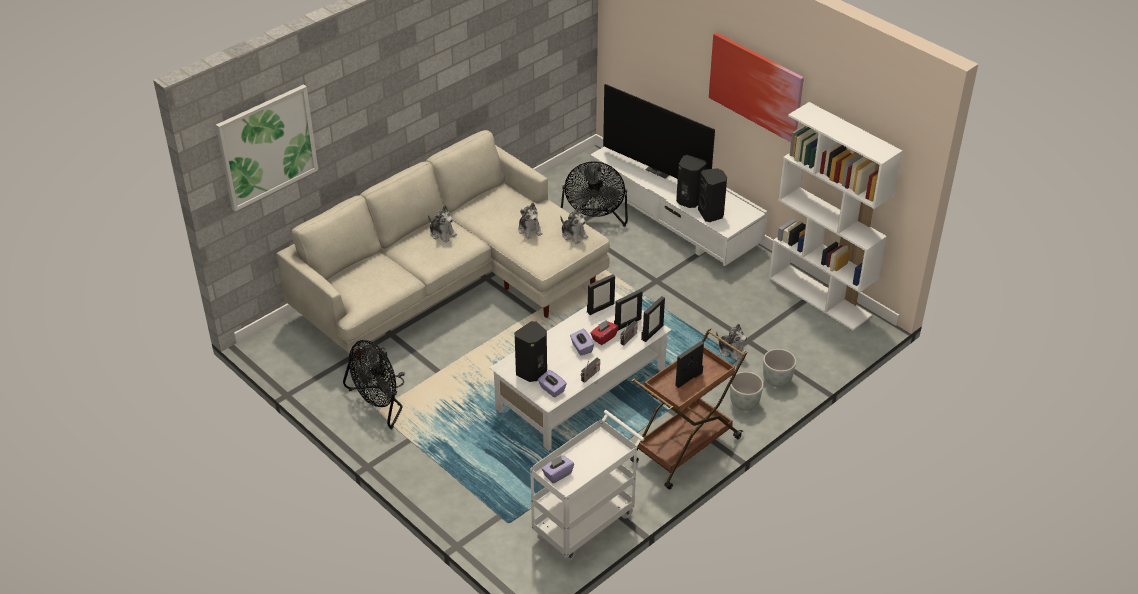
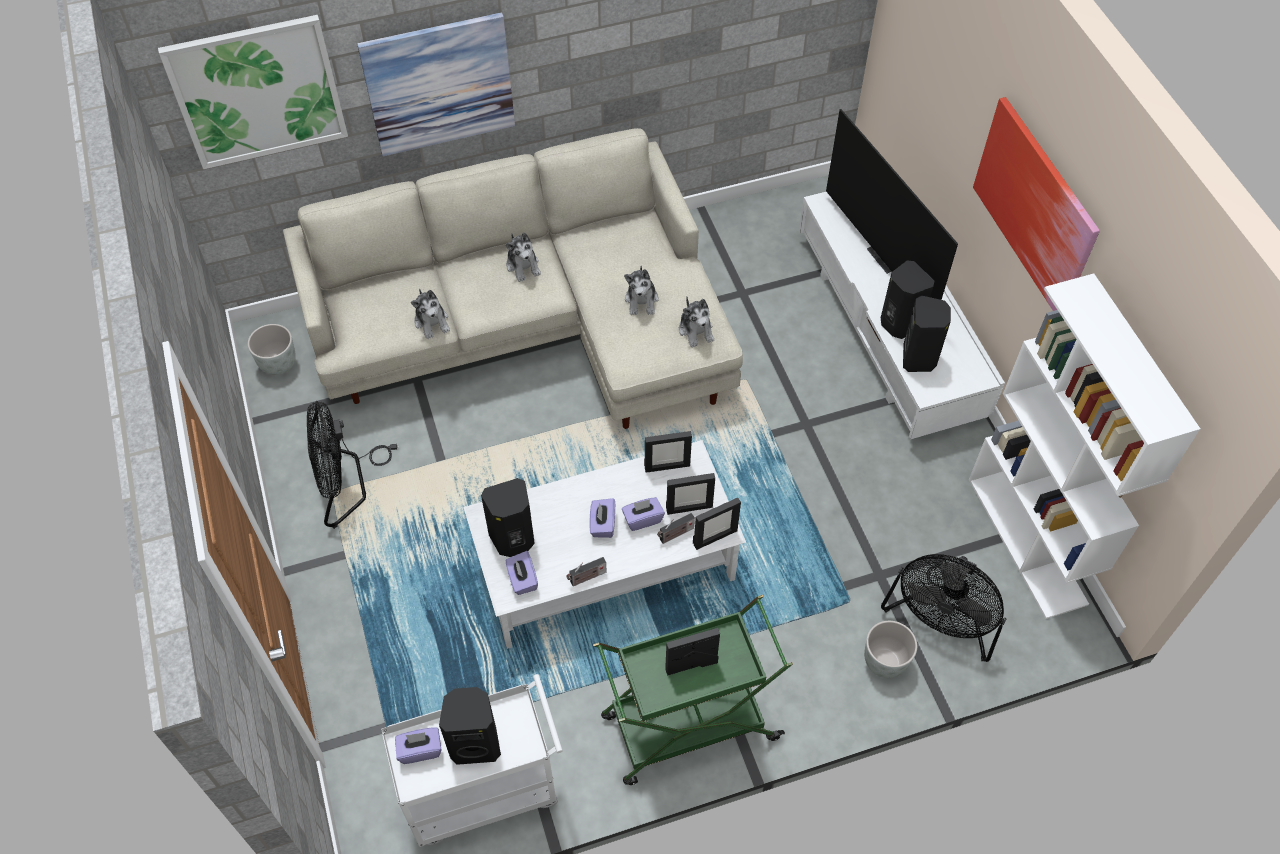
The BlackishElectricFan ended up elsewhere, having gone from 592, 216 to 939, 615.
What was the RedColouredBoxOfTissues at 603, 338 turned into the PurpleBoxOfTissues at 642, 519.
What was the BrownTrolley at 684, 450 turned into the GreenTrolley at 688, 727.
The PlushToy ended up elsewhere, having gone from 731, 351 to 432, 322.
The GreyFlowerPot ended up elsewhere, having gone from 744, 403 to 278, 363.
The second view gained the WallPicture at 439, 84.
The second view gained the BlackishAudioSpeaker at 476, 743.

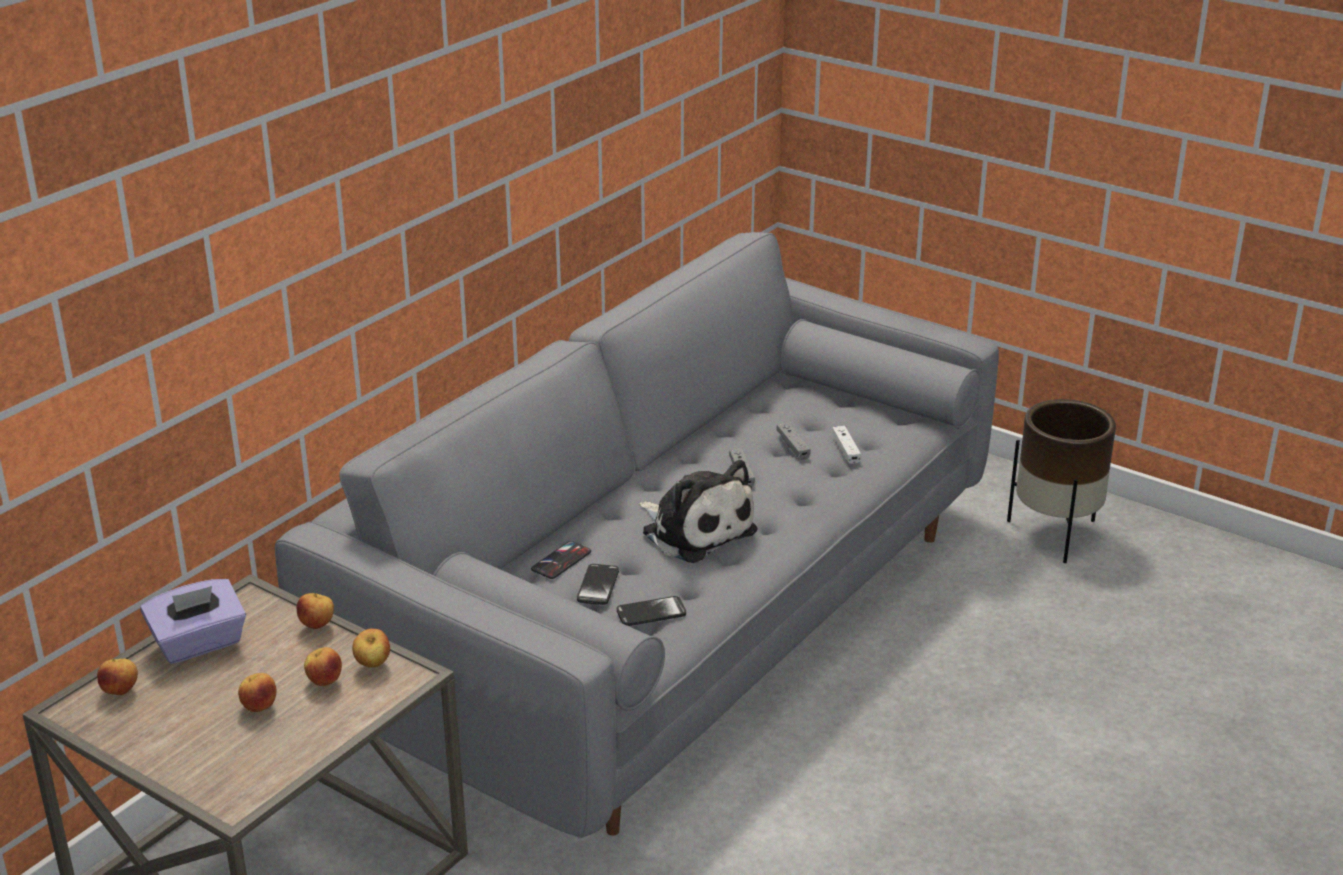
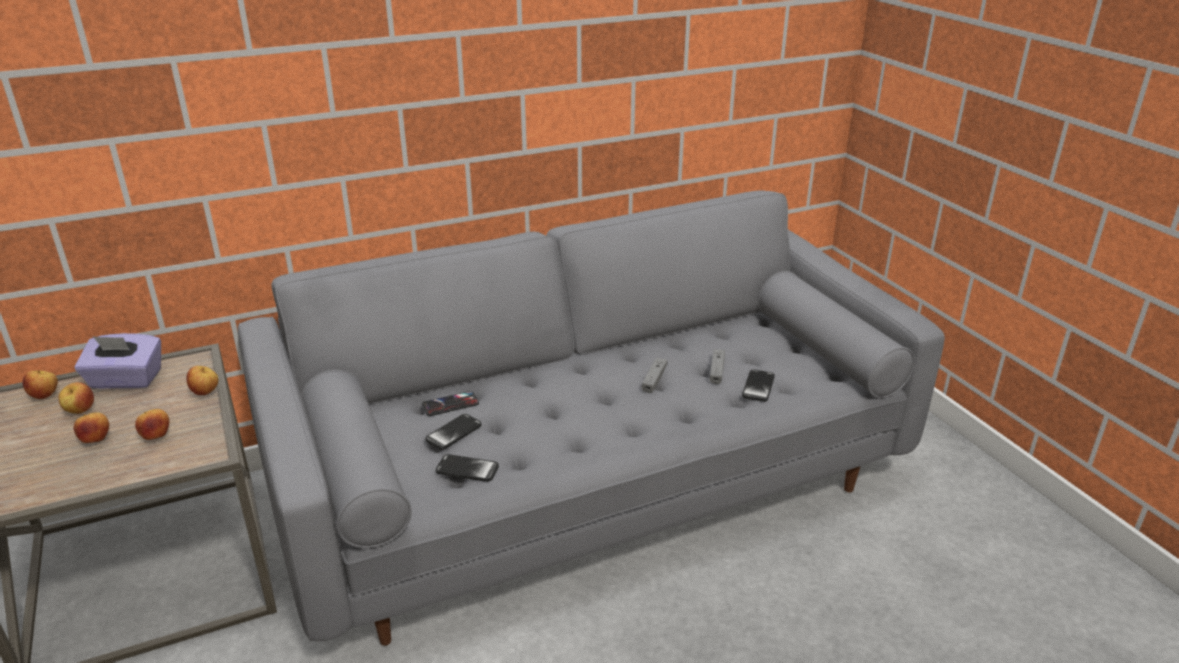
The WholeApple ended up elsewhere, having gone from 373, 664 to 80, 411.
The second view lost the PlushToy at 695, 530.
Where the WhiteColouredGameController stood at 846, 450, the Telephone came to stand at 758, 386.
The second view lost the BrownFlowerPot at 1056, 534.

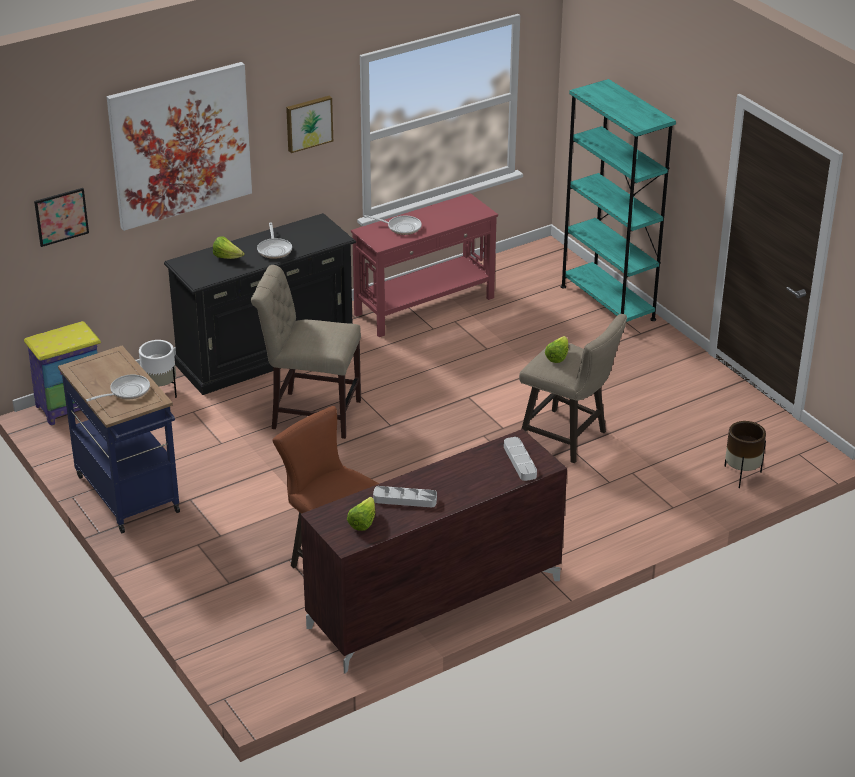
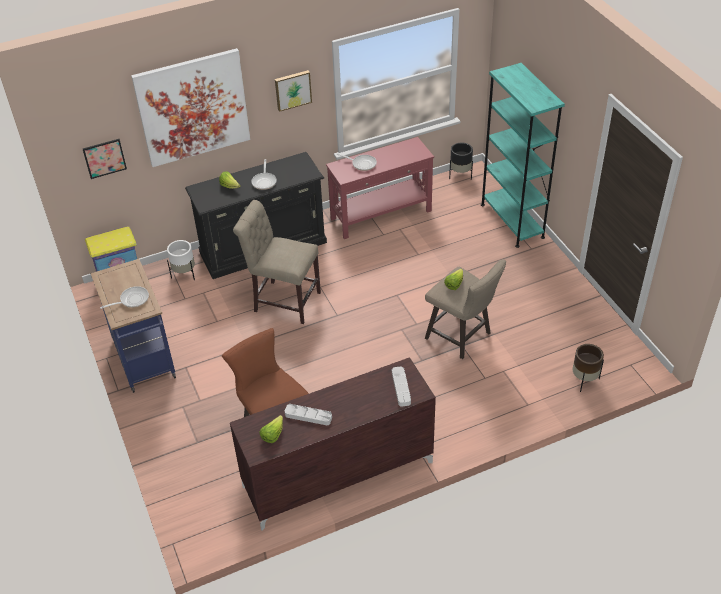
The second view gained the BlackishFlowerPot at 460, 175.

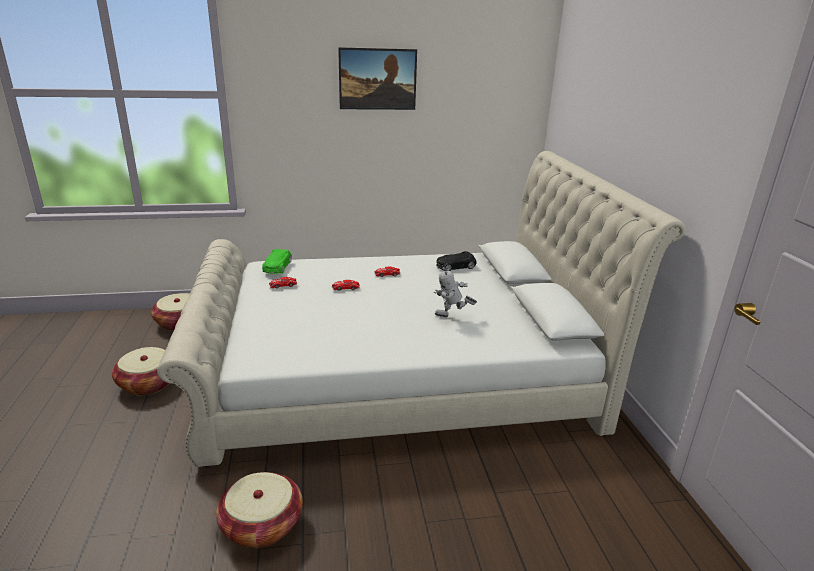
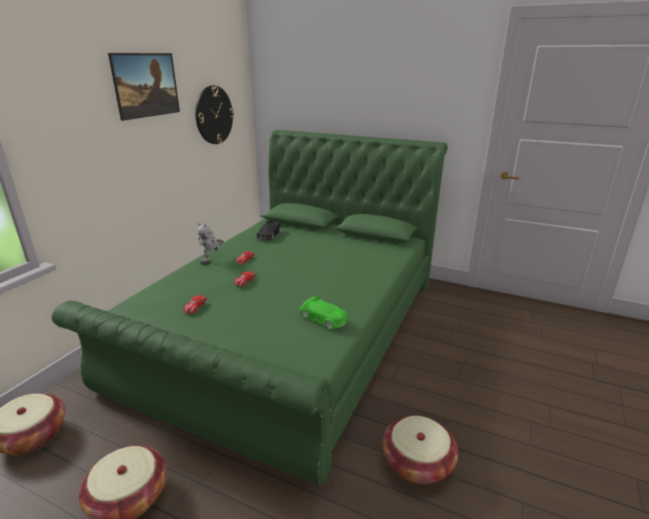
What was the SandColouredSleepingBed at 398, 368 turned into the GreenSleepingBed at 292, 328.
The GreenMiniatureCar ended up elsewhere, having gone from 277, 267 to 324, 318.
The ToyRobot ended up elsewhere, having gone from 452, 317 to 212, 260.
The second view gained the HangingClock at 214, 115.

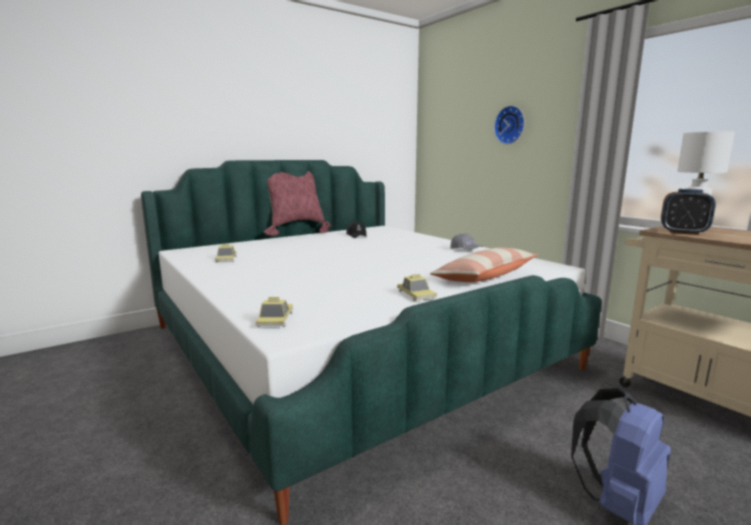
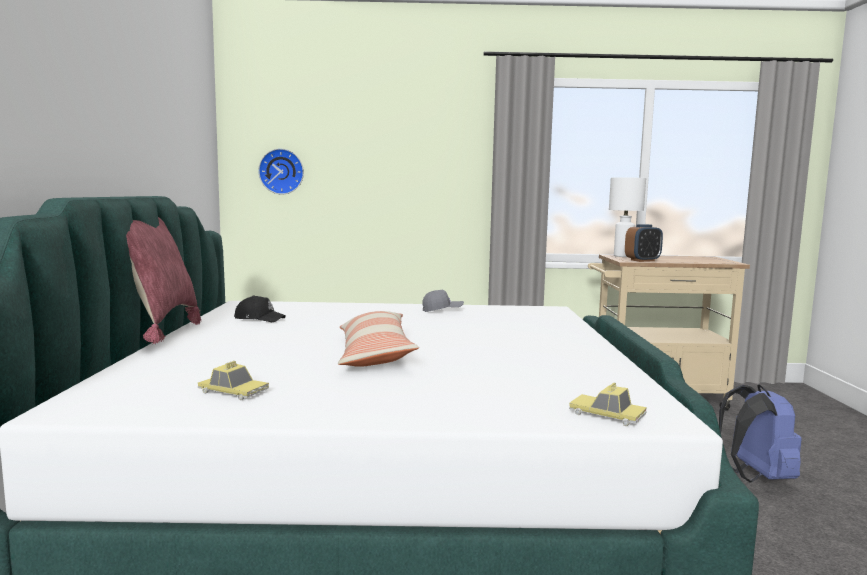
The second view lost the MiniatureCar at 416, 295.
The Cushion ended up elsewhere, having gone from 485, 277 to 374, 353.
The HangingClock ended up elsewhere, having gone from 510, 125 to 282, 171.

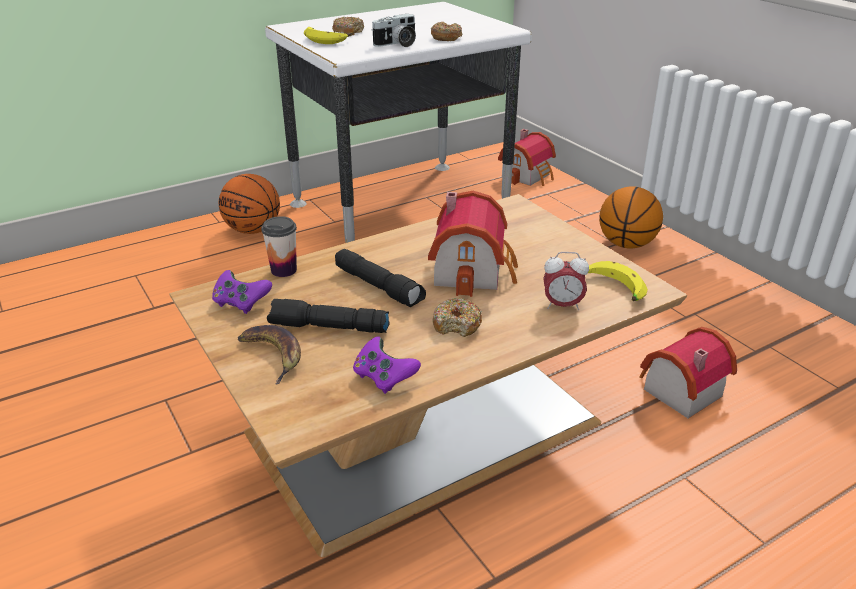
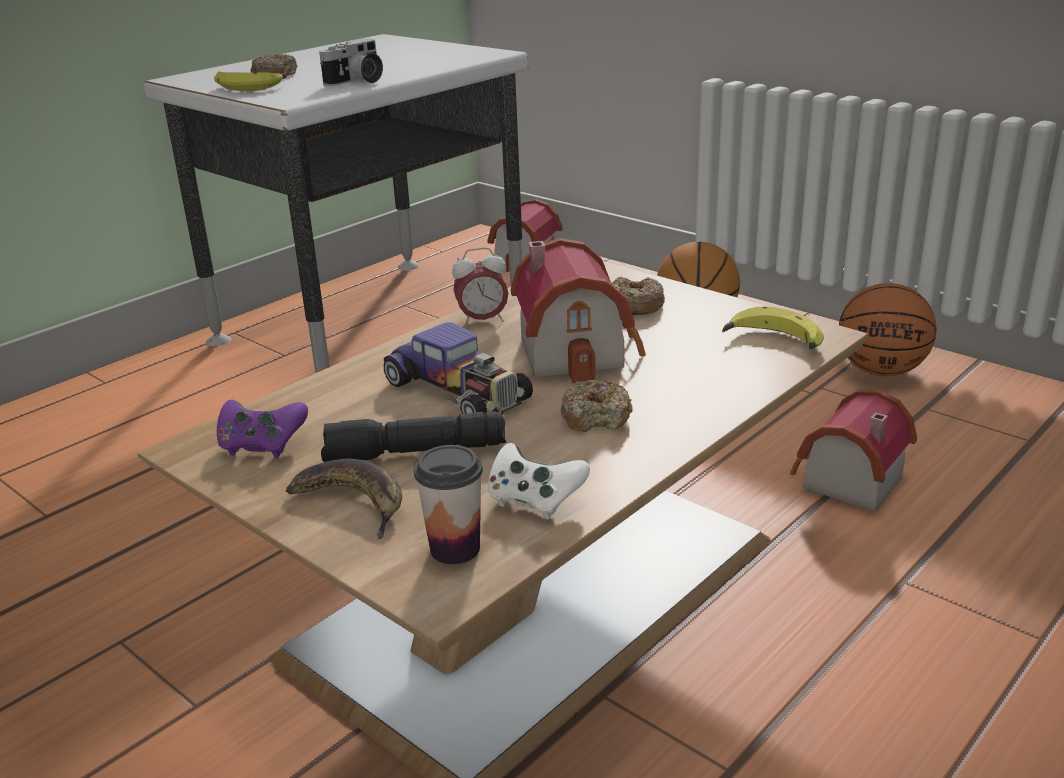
The BallForBasketball ended up elsewhere, having gone from 253, 230 to 881, 371.
The Cup ended up elsewhere, having gone from 284, 270 to 455, 549.
Where the BlackishTorch stood at 379, 286, the MiniatureCar came to stand at 458, 390.
What was the PurpleGameController at 384, 378 turned into the WhiteColouredGameController at 534, 500.
The Doughnut ended up elsewhere, having gone from 446, 37 to 635, 305.
The BedsideClock ended up elsewhere, having gone from 562, 305 to 482, 321.

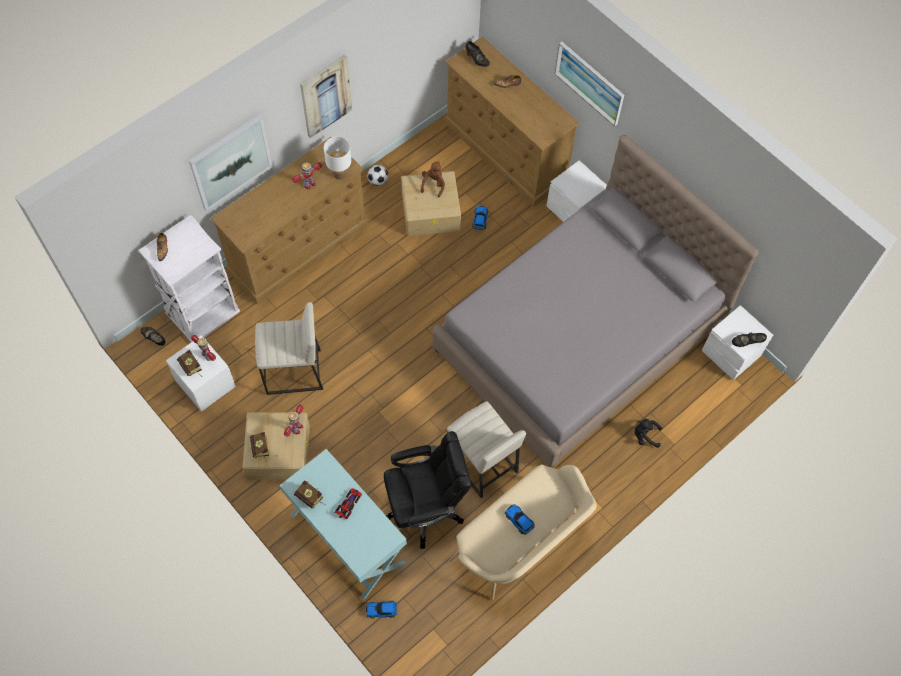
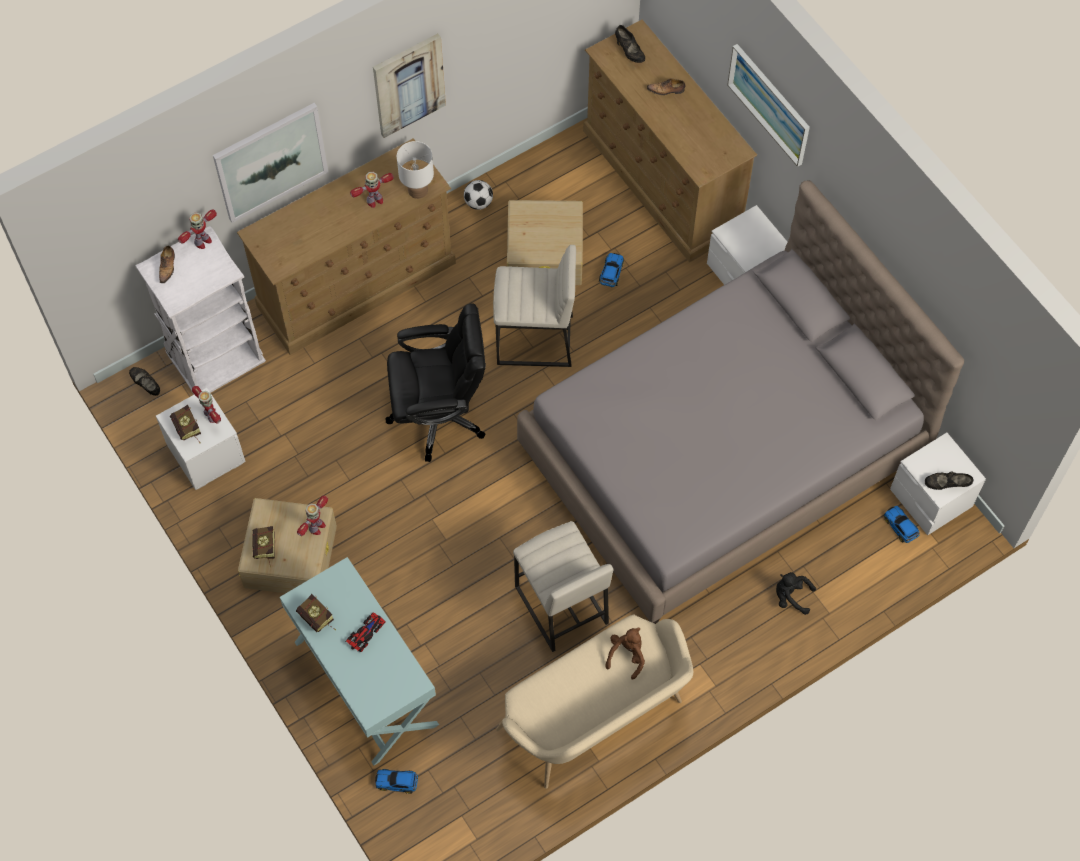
The SandColouredSittingStool ended up elsewhere, having gone from 294, 371 to 535, 339.
The BlackishDeskChair ended up elsewhere, having gone from 424, 509 to 438, 416.
The BrownPlushToy ended up elsewhere, having gone from 433, 184 to 627, 655.
The MiniatureCar ended up elsewhere, having gone from 519, 521 to 901, 527.
The second view gained the ToyRobot at 202, 241.

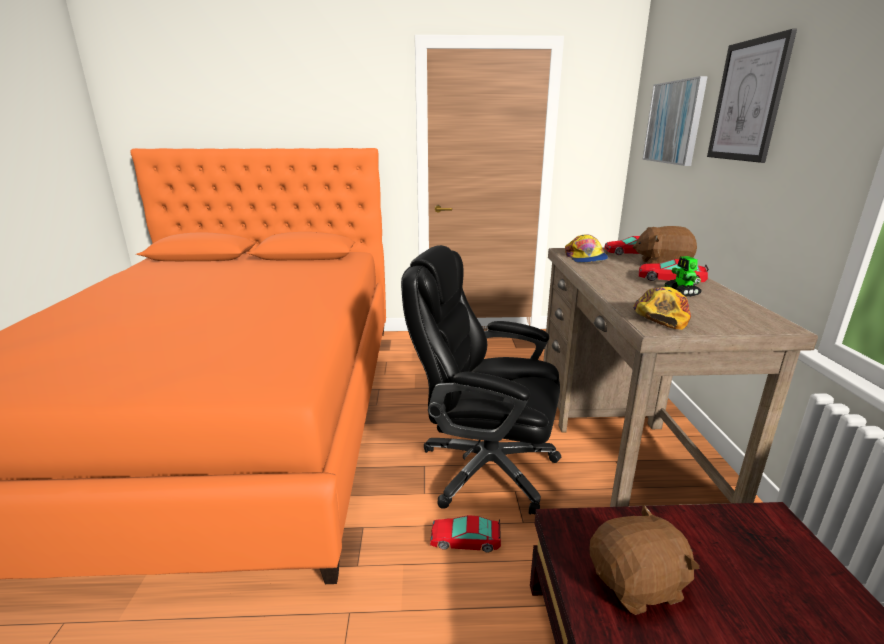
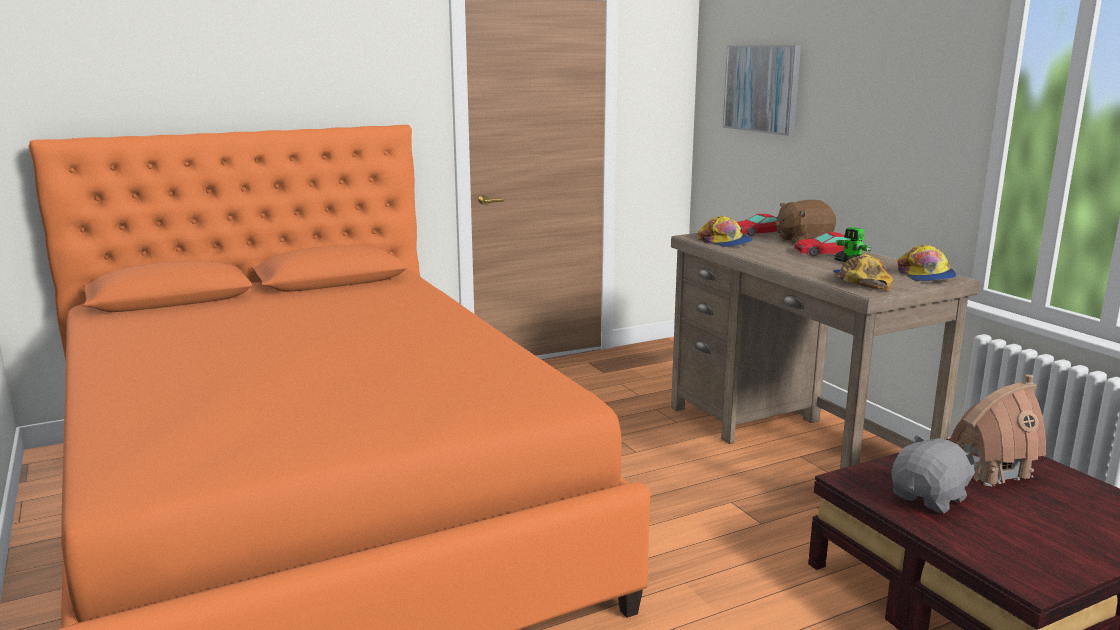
The second view lost the BlackishDeskChair at 485, 467.
The second view lost the MiniatureCar at 465, 539.
What was the BrownPlushToy at 637, 584 turned into the GreyPlushToy at 929, 498.
The second view lost the WallPicture at 748, 101.
The second view gained the PeakedCap at 926, 275.
The second view gained the MiniatureHouse at 990, 469.

